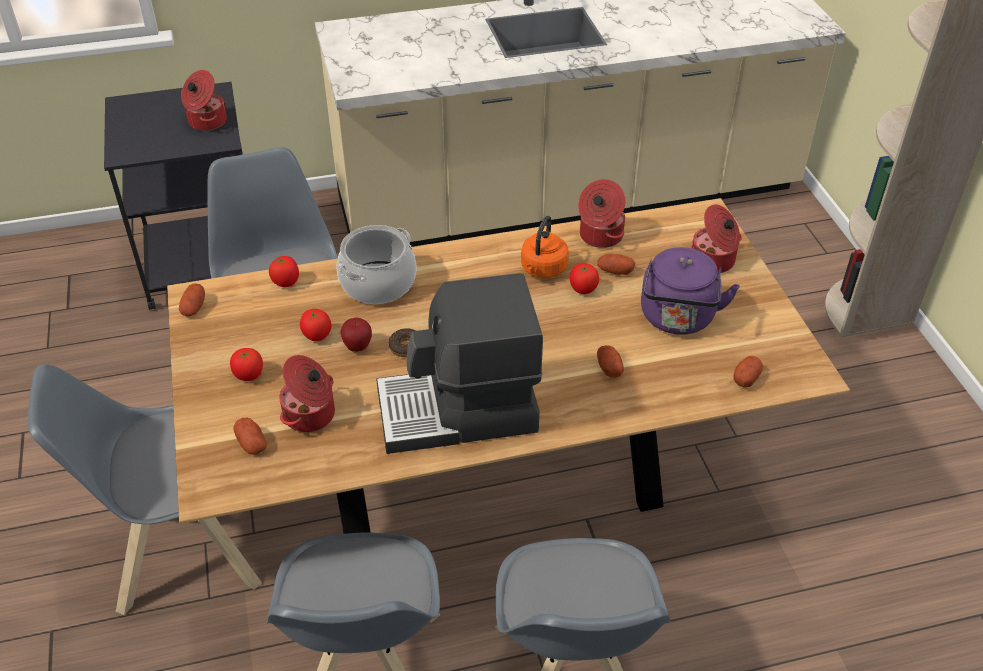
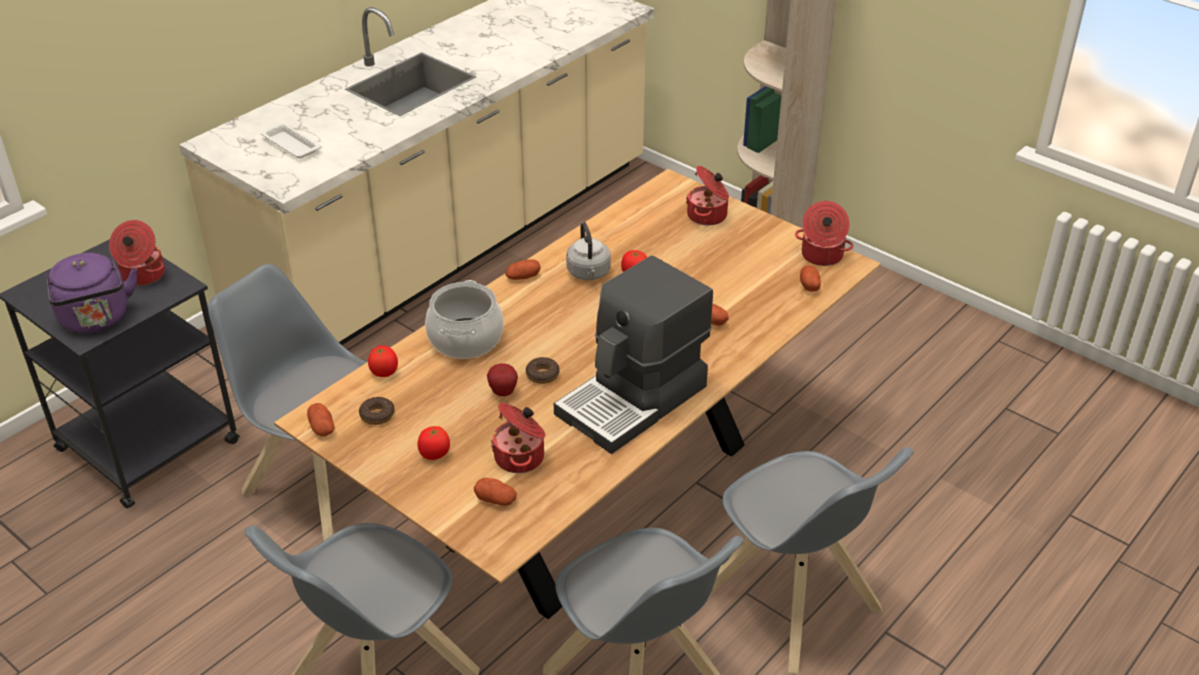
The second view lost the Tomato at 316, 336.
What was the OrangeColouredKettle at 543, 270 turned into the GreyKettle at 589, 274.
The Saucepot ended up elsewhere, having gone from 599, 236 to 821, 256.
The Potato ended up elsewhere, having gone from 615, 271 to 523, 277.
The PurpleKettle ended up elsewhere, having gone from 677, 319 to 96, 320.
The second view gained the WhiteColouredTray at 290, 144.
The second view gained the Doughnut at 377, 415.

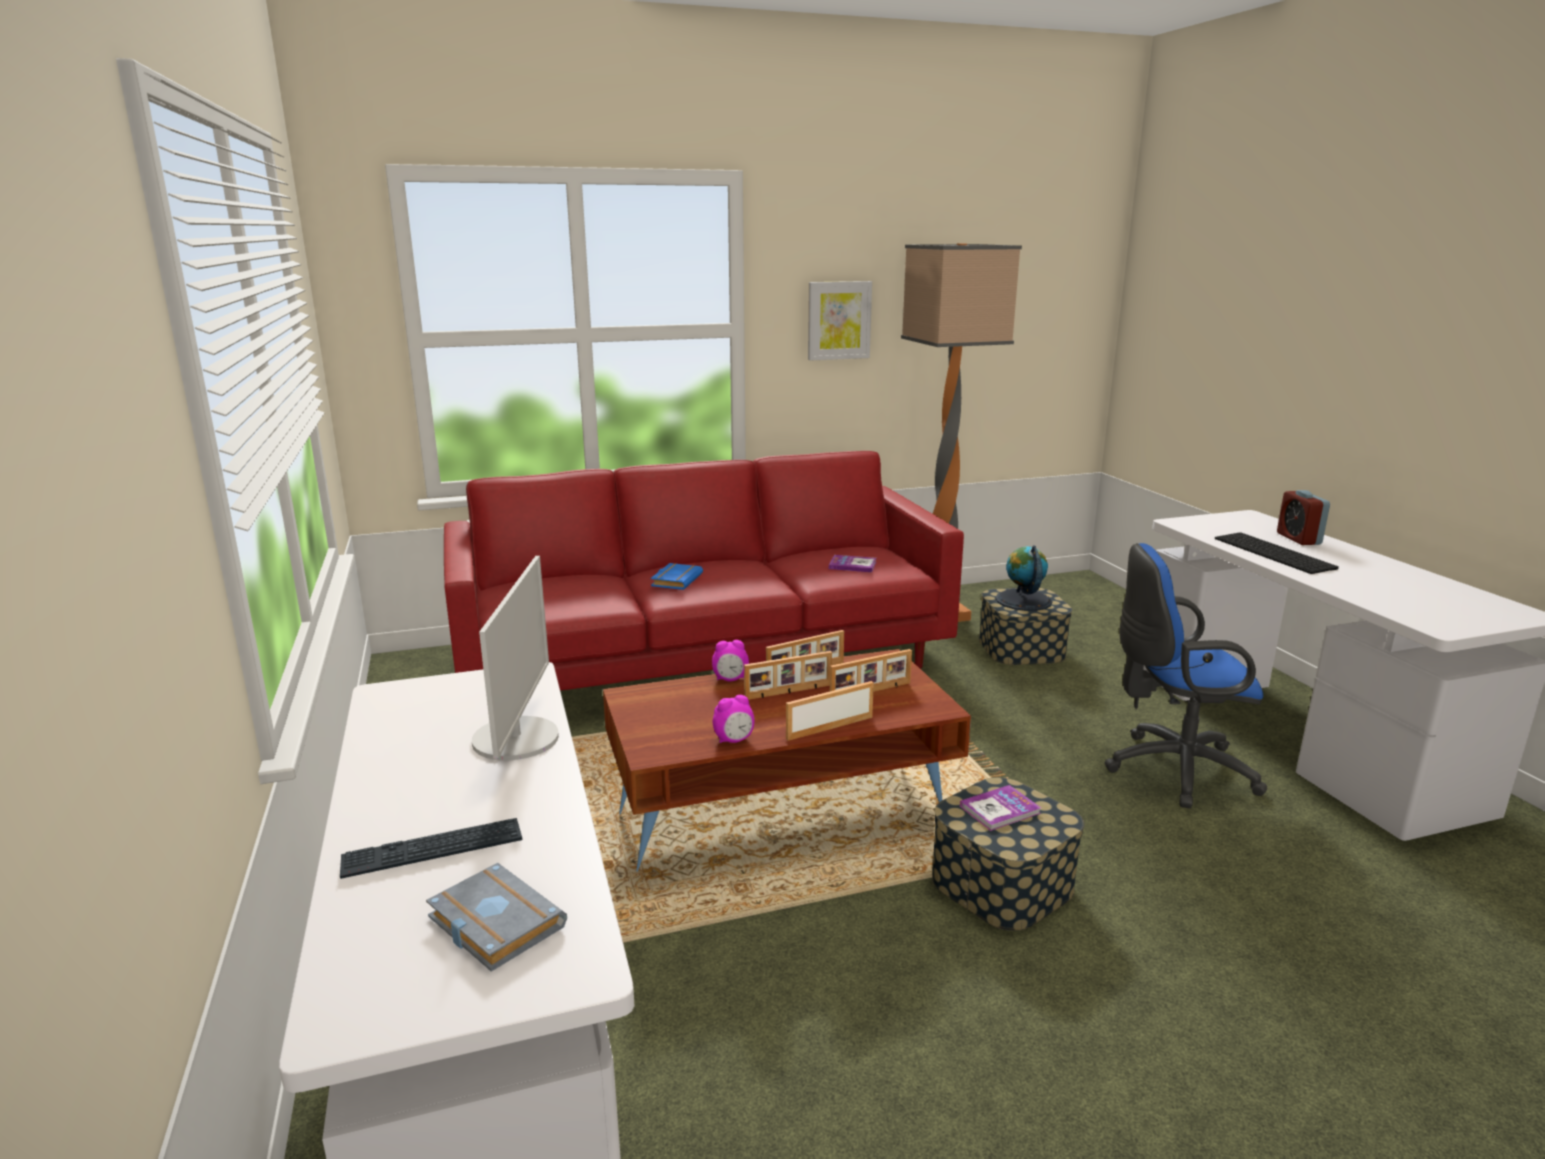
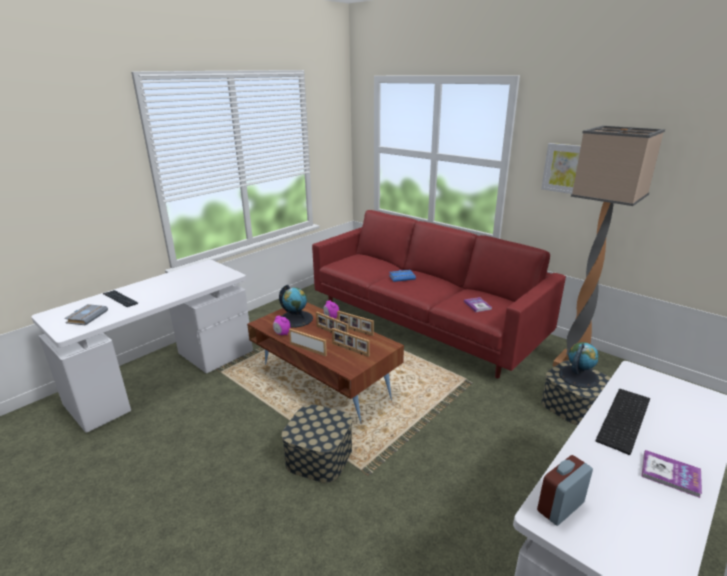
The second view lost the ComputerScreen at 517, 739.
The Volume ended up elsewhere, having gone from 1000, 809 to 670, 474.
The second view lost the BlueColouredDeskChair at 1172, 770.
The BedsideClock ended up elsewhere, having gone from 1298, 539 to 560, 507.
The second view gained the Globe at 296, 319.

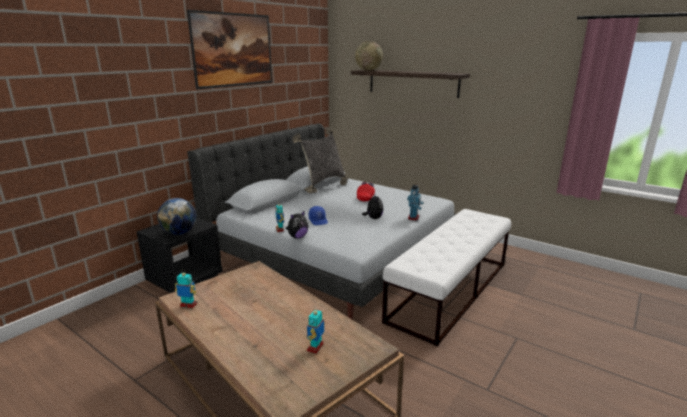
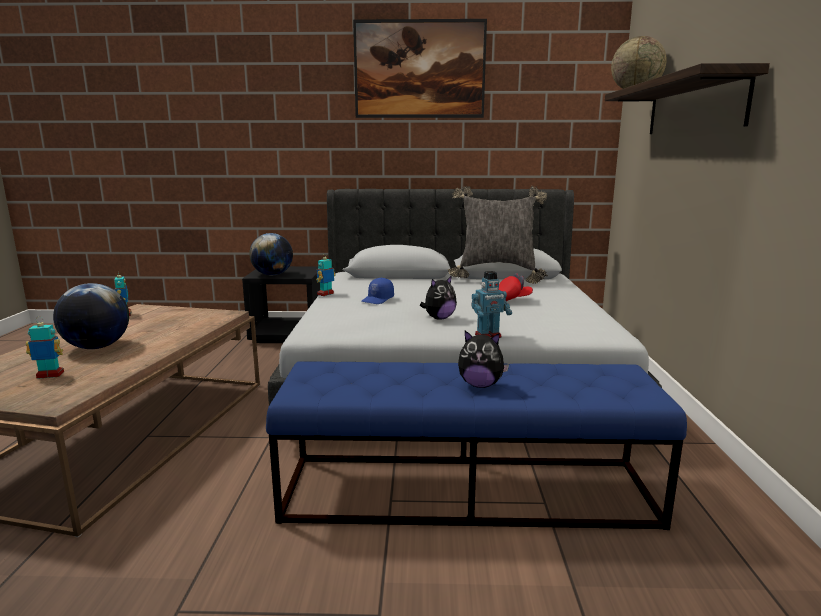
The PlushToy ended up elsewhere, having gone from 297, 237 to 480, 385.
What was the WhiteColouredBench at 450, 290 turned into the BlueColouredBench at 467, 491.
The second view gained the Globe at 97, 347.

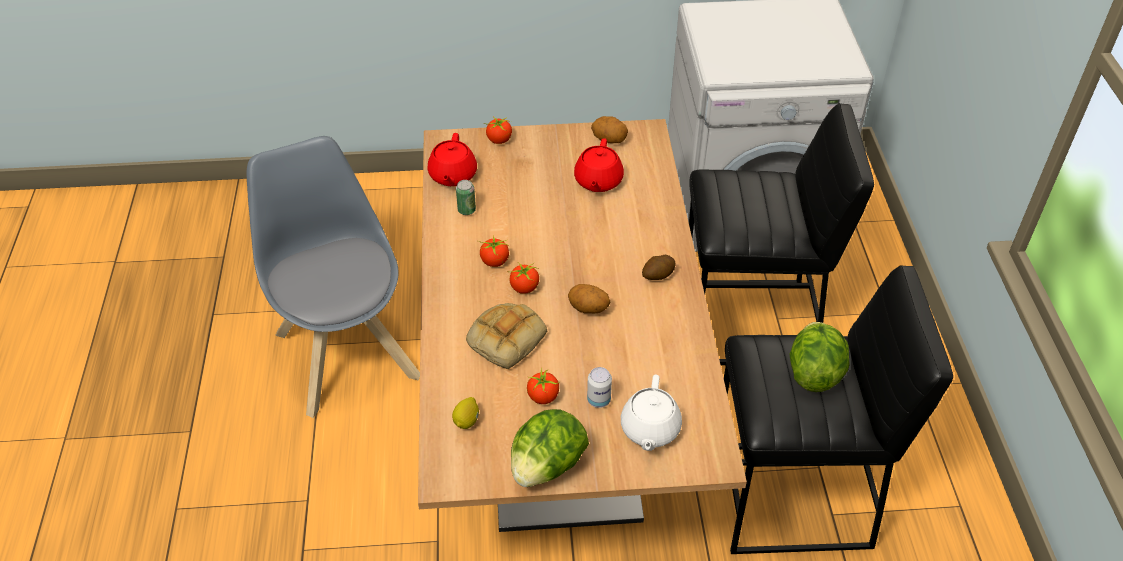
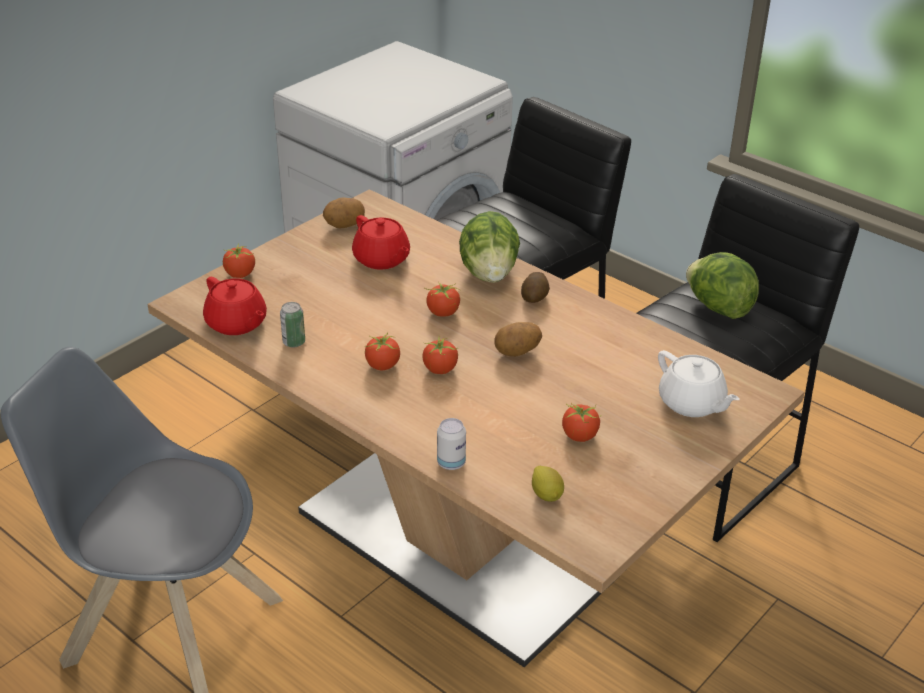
The second view lost the BakeryBread at 506, 337.
The Lettuce ended up elsewhere, having gone from 547, 466 to 489, 273.
The Can ended up elsewhere, having gone from 598, 400 to 451, 463.
The second view gained the Tomato at 442, 313.

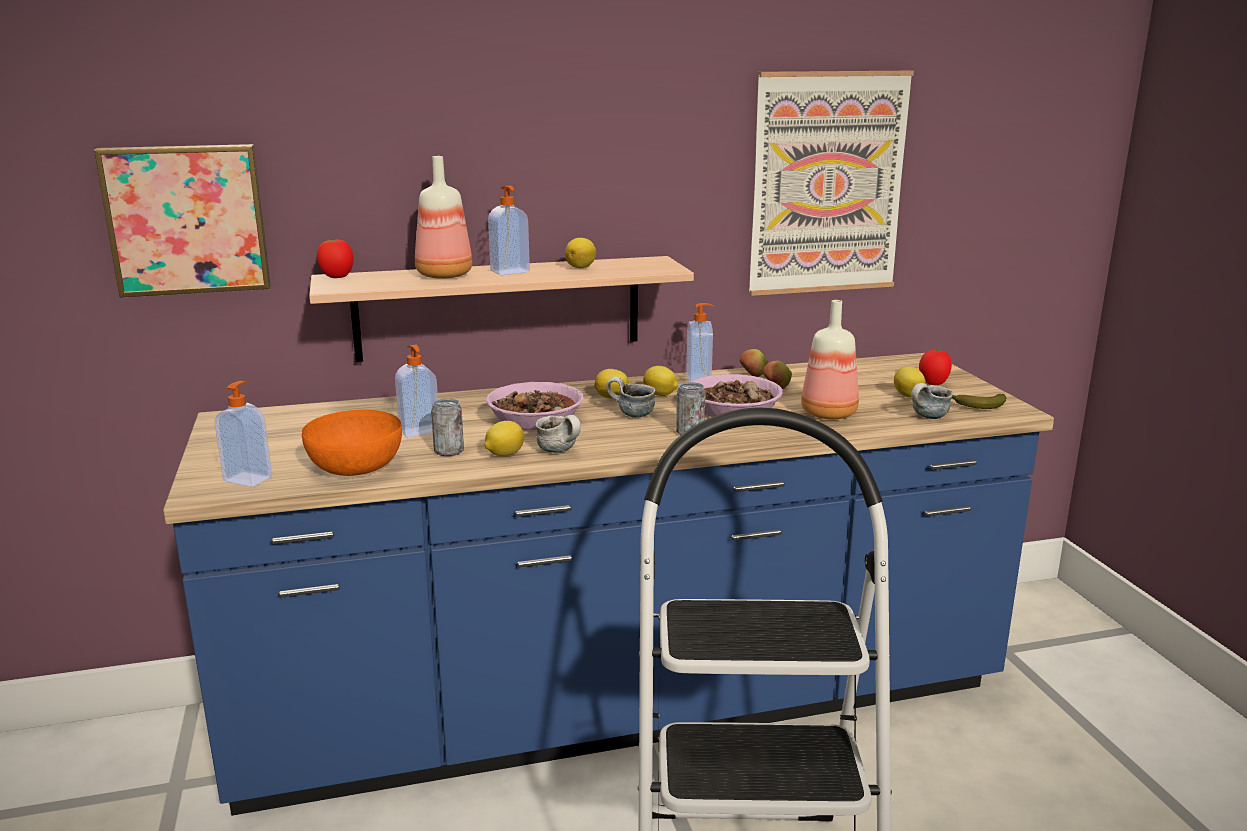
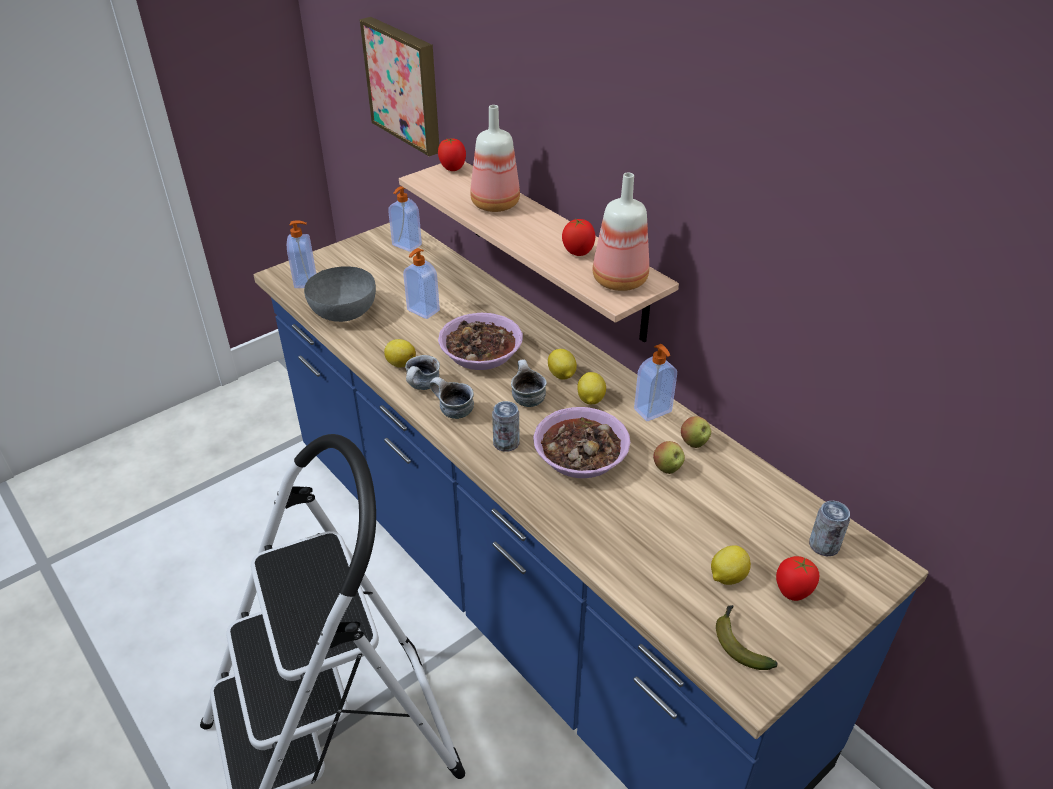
What was the OrangeColouredServingBowl at 357, 467 turned into the GreyServingBowl at 344, 312.
The Can ended up elsewhere, having gone from 449, 451 to 823, 546.
The LiquidSoapBottle ended up elsewhere, having gone from 510, 272 to 406, 245.
Where the WholeLemon stood at 581, 267, the Tomato came to stand at 578, 253.
The second view lost the WallPicture at 826, 184.
The DrinkBottle ended up elsewhere, having gone from 830, 414 to 620, 282.
The Mug ended up elsewhere, having gone from 927, 418 to 452, 412.

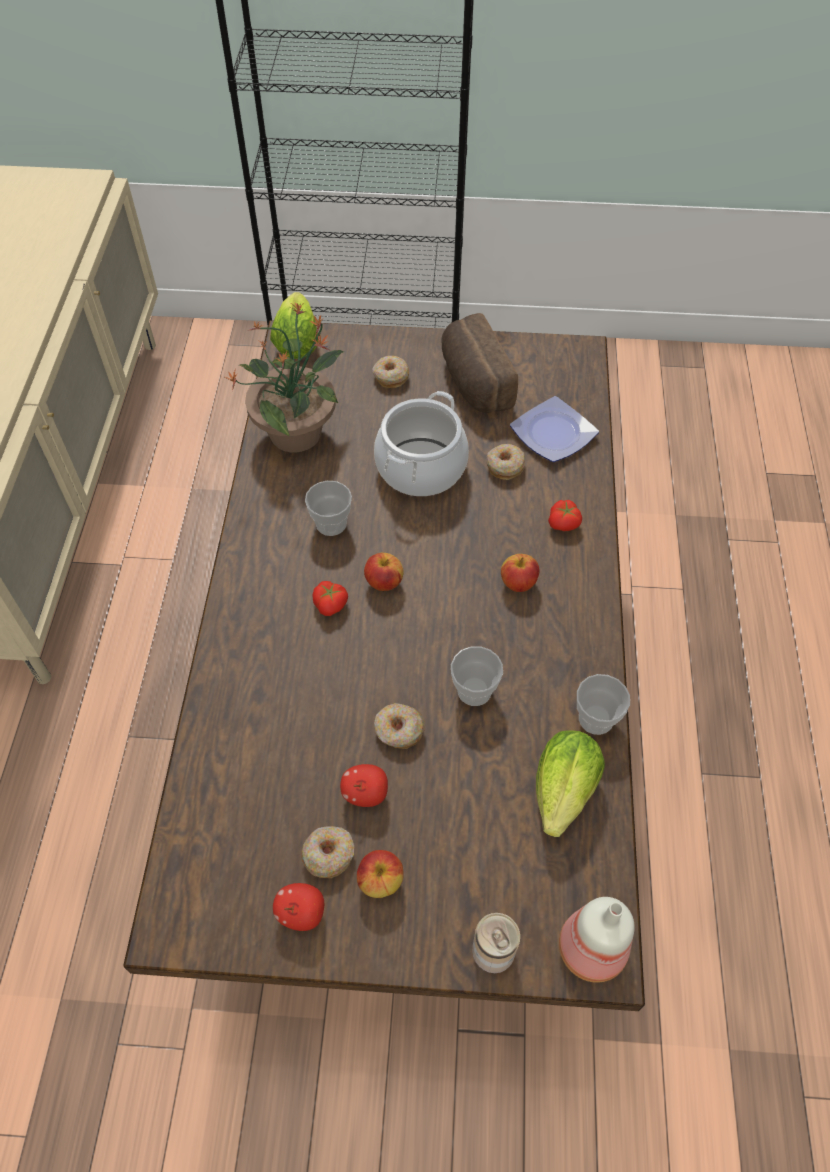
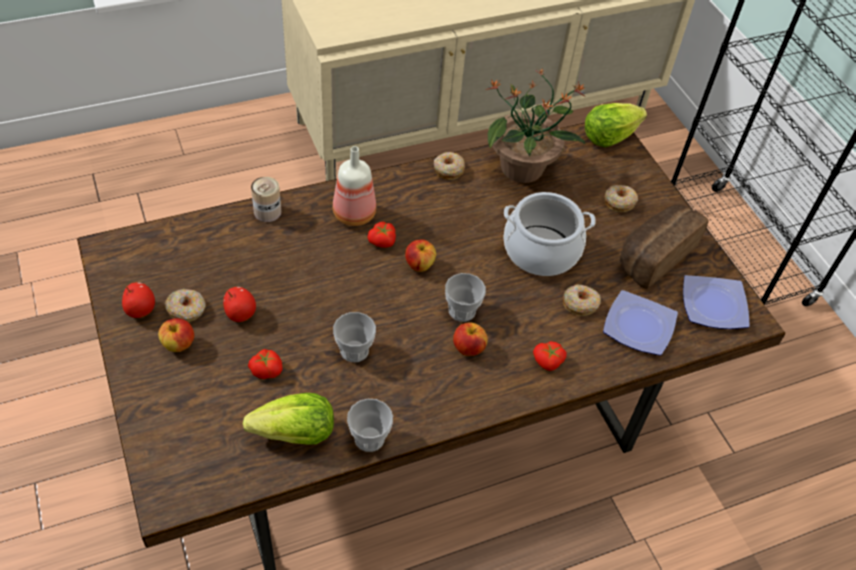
The Cup ended up elsewhere, having gone from 331, 523 to 462, 310.
The Doughnut ended up elsewhere, having gone from 398, 730 to 448, 170.
The Can ended up elsewhere, having gone from 493, 950 to 267, 212.
The DrinkBottle ended up elsewhere, having gone from 589, 950 to 353, 213.
The second view gained the Tomato at 266, 369.
The second view gained the Plate at 712, 304.

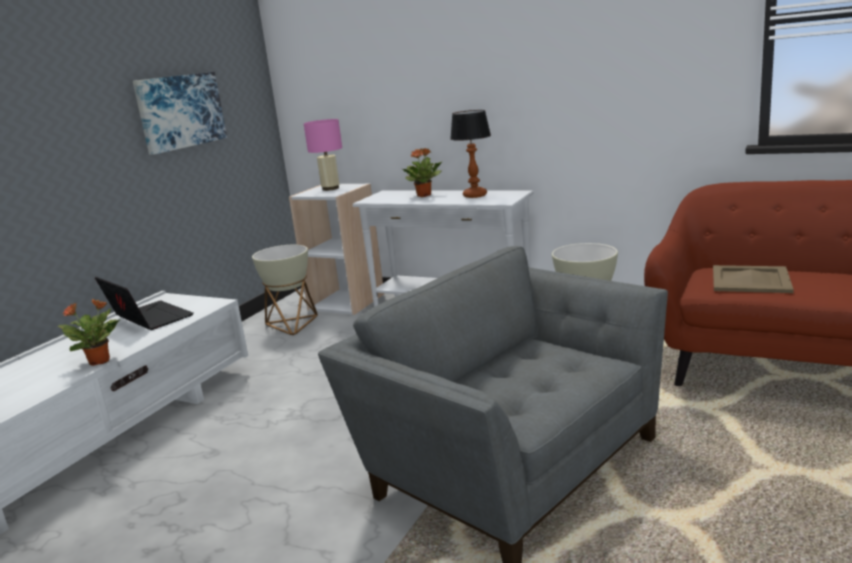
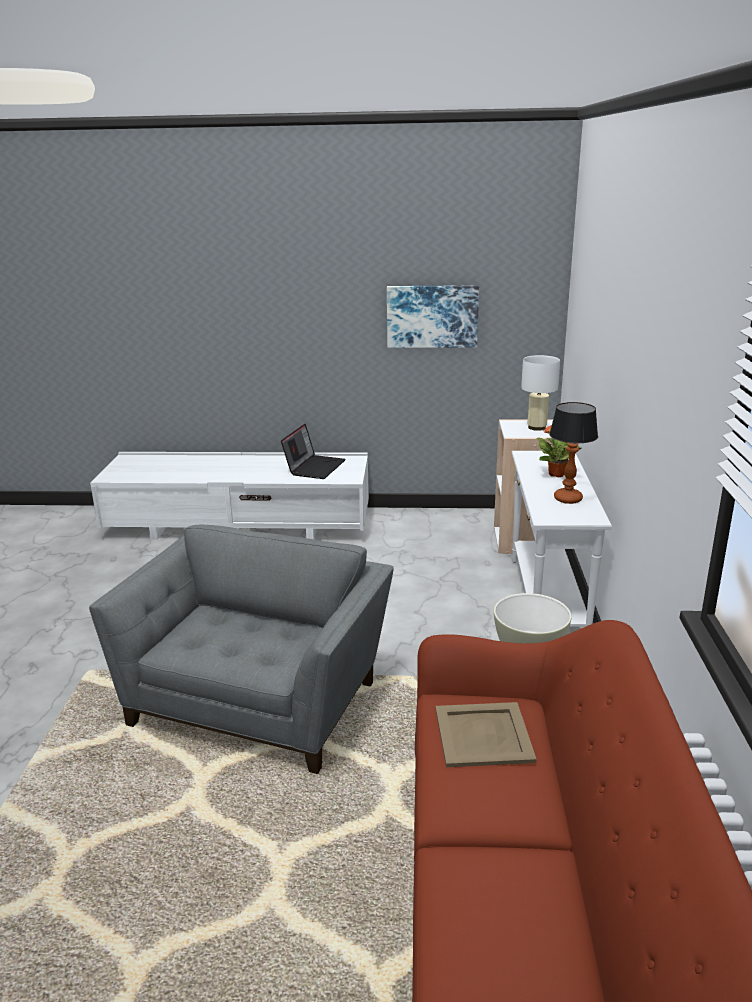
The second view lost the Houseplant at 100, 361.
The second view lost the FlowerPot at 292, 325.
What was the PinkColouredLampForATable at 331, 188 turned into the WhiteColouredLampForATable at 536, 428.

